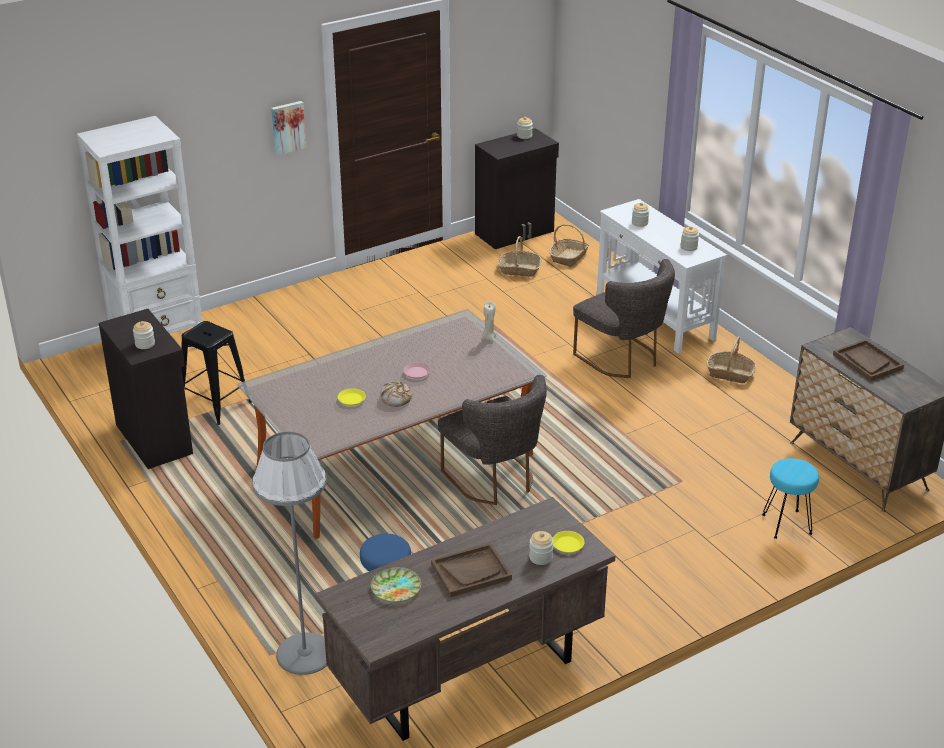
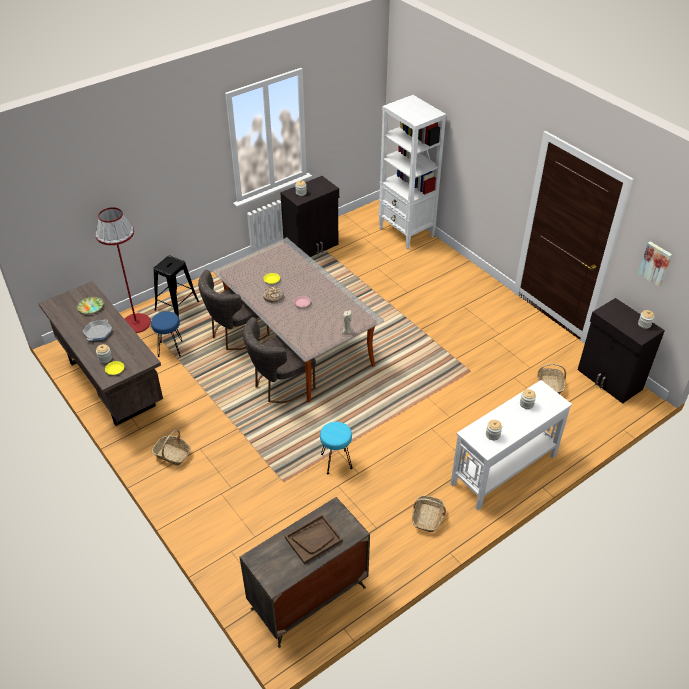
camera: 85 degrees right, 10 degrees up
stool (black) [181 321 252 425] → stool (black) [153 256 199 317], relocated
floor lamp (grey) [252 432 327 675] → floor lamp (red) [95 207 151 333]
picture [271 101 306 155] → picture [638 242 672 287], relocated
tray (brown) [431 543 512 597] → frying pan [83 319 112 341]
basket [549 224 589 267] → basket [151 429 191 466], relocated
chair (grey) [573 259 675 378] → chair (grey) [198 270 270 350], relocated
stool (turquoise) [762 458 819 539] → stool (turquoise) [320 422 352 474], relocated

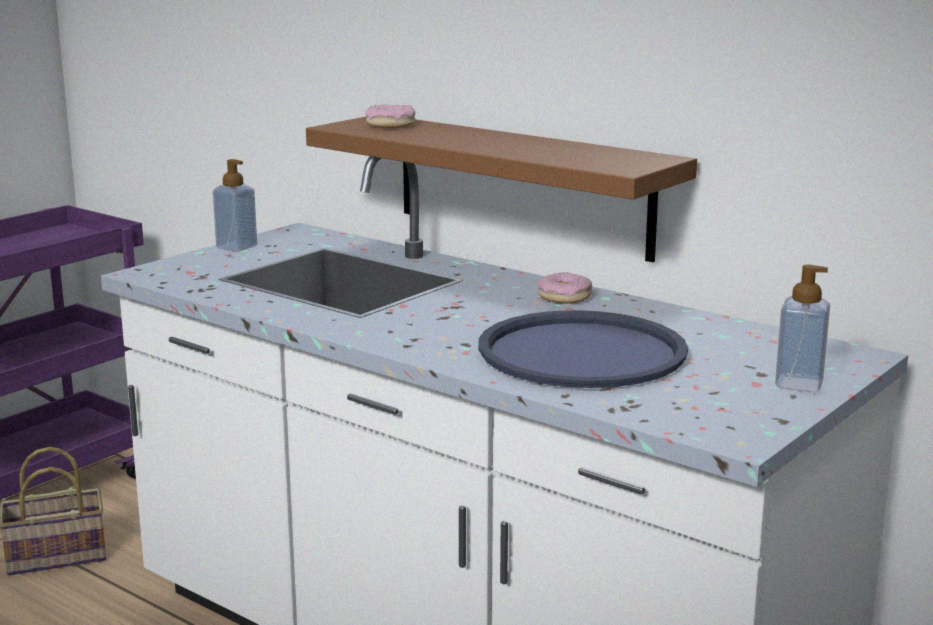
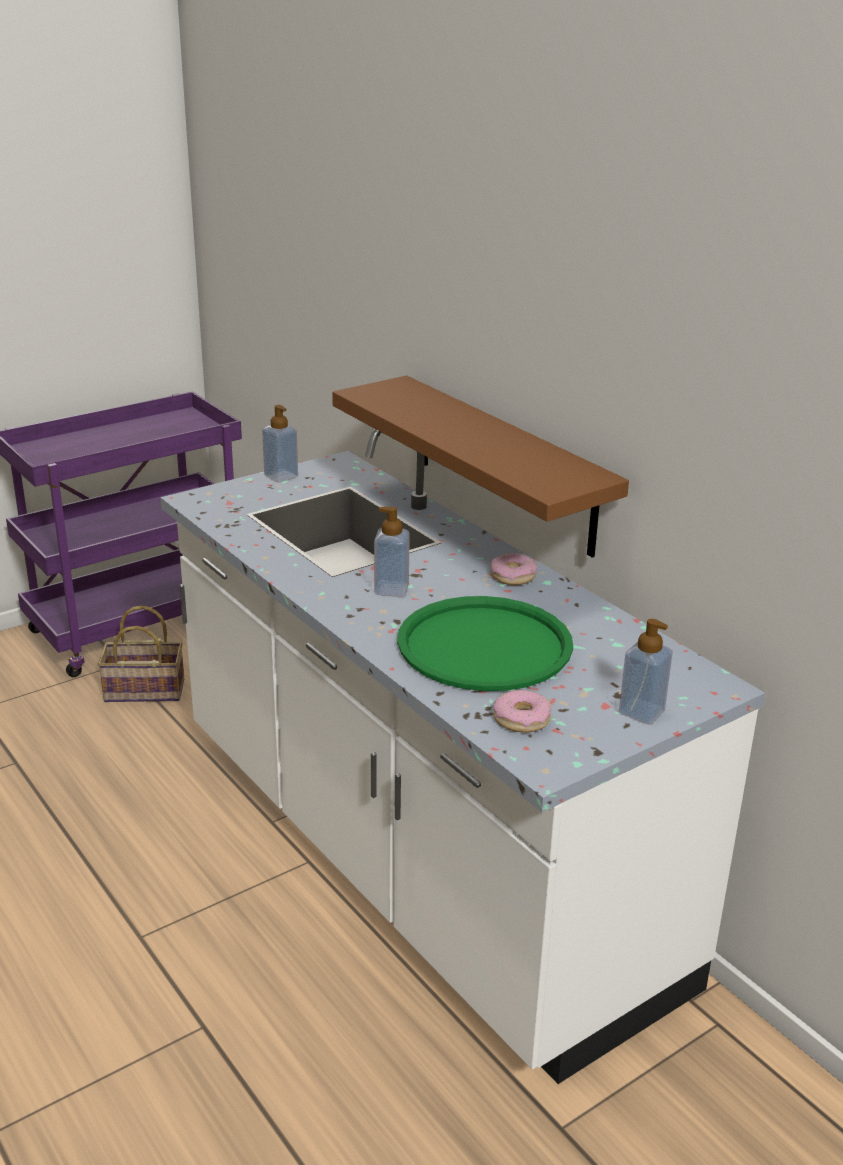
camera: 15 degrees right, 10 degrees up
donut [365 104 416 128] → donut [493 690 551 733], relocated
tray (blue) [479 310 688 388] → tray (green) [397 596 573 691]
- → soap dispenser [374 507 410 597]

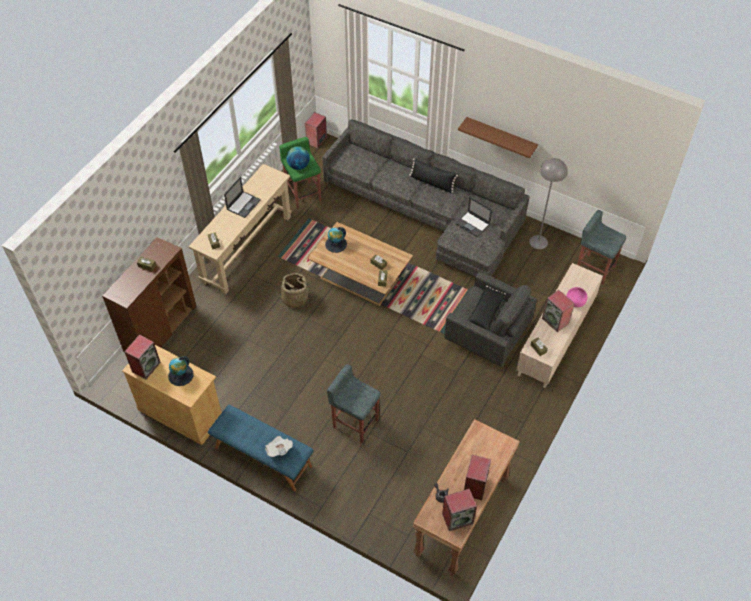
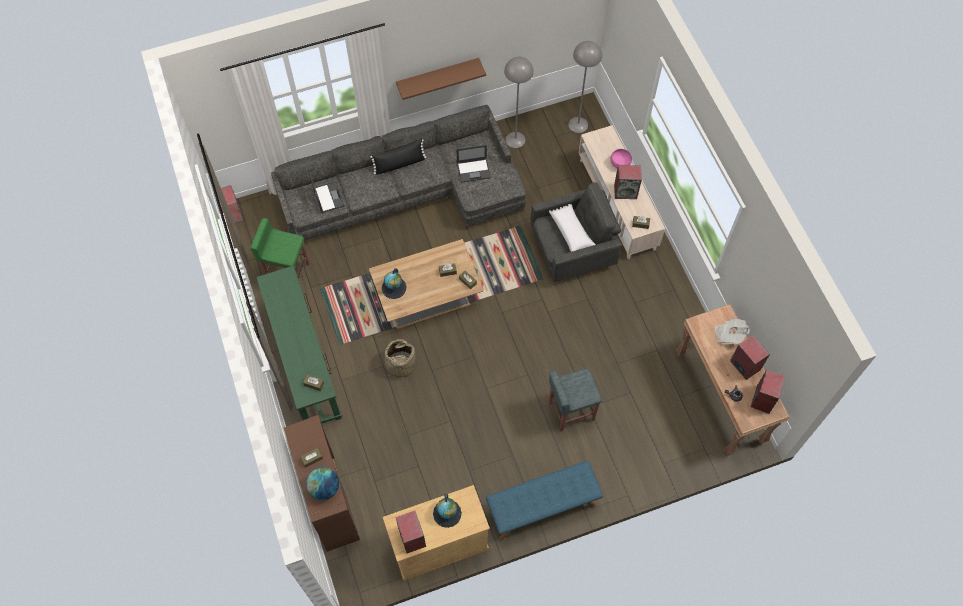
camera: 50 degrees left, 10 degrees up
console table (beige) [189 164 292 295] → console table (green) [256 266 342 424]
laptop [224 176 261 218] → laptop [310 175 345 213], relocated
newspaper [265 436 293 457] → newspaper [715 318 749 345], relocated
globe [286 146 310 170] → globe [306 467 339 500], relocated
pillow (black) [468 286 507 331] → pillow (white) [549 204 596 252]
stool (grey) [577 210 626 285] → floor lamp (grey) [568 41 602 133]

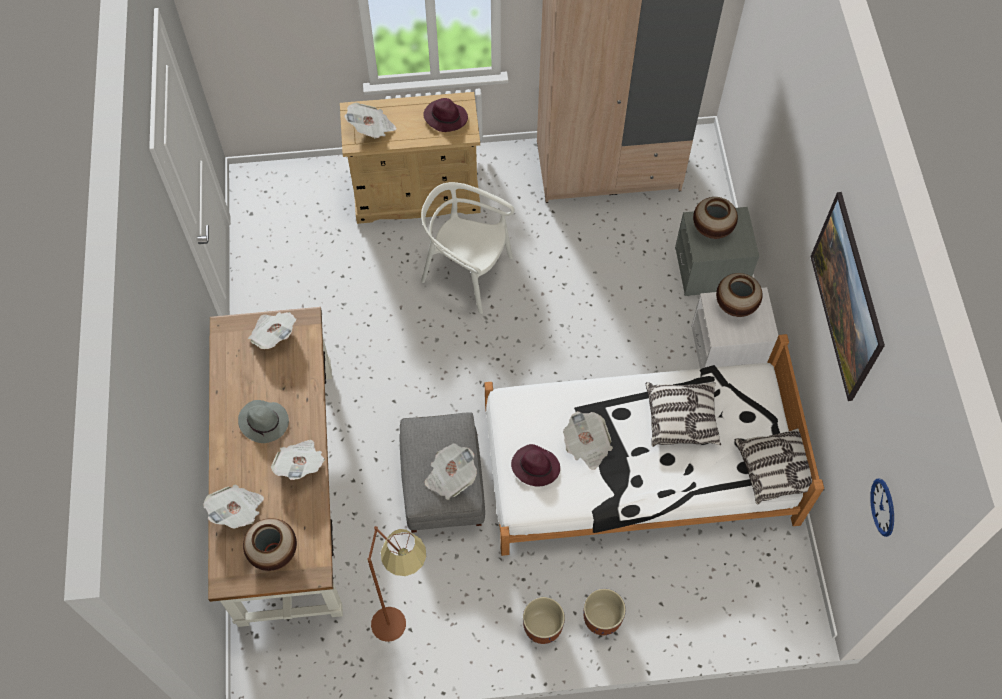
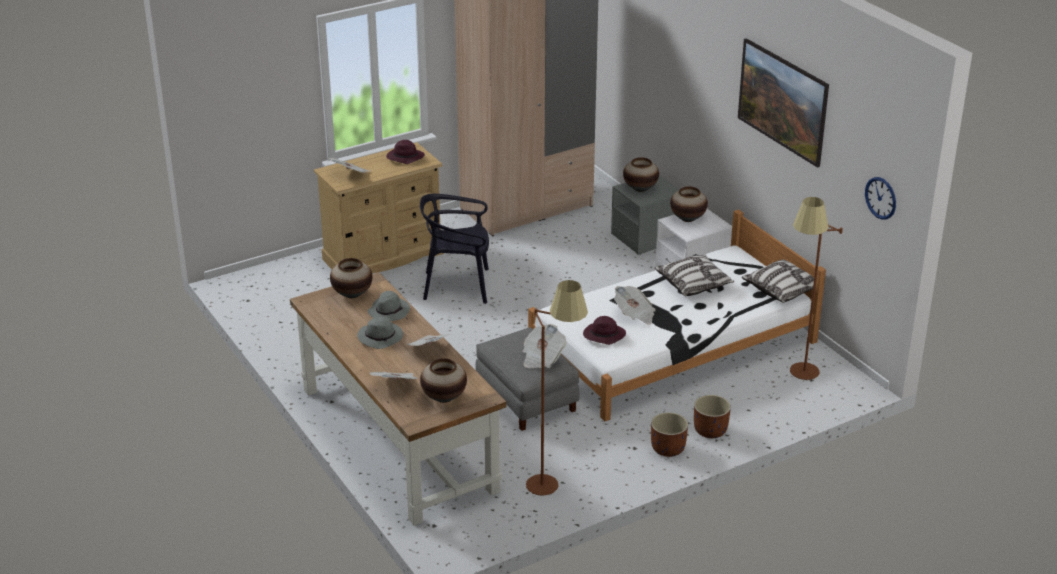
camera: 25 degrees left, 30 degrees down
newspaper [248 312 296 349] → vase [330 258 372 298]
chair (white) [421 182 515 314] → chair (black) [420 194 489 304]
- → hat (grey) [368 291 410 321]
- → floor lamp (brown) [790 197 843 380]

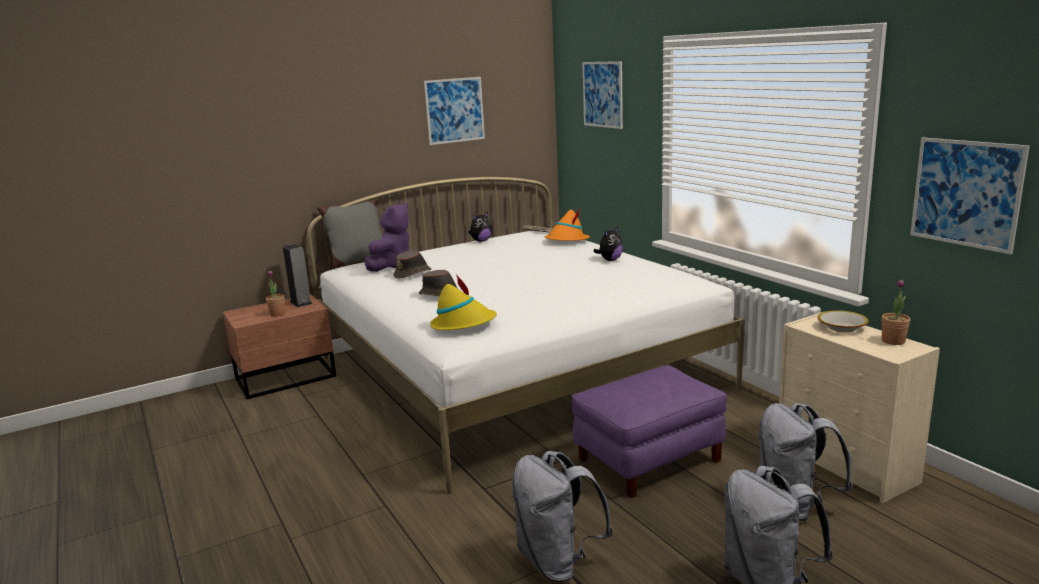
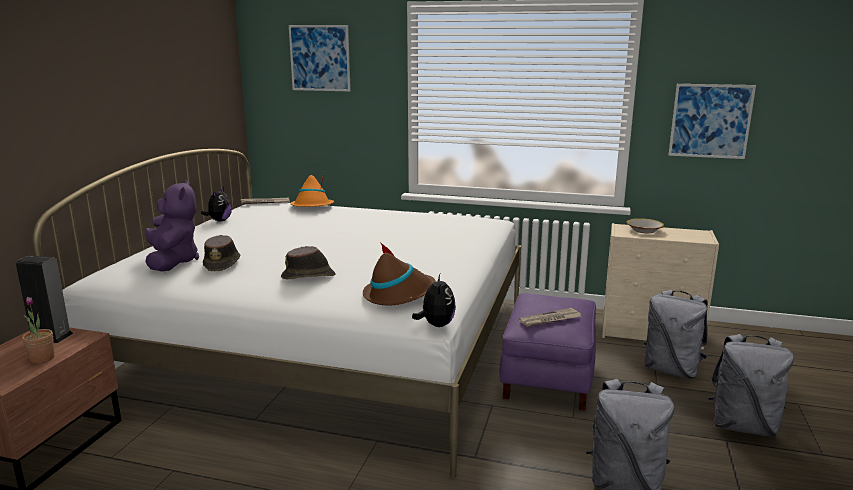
camera: 45 degrees left, 0 degrees up
pillow (grey) [317 199 382 268] → -
picture [424 77 485 145] → -
hat (yellow) [430 274 497 330] → hat (brown) [363 242 436 306]
plush toy [593 226 623 261] → plush toy [412 274 456 327], relocated
potted plant [881 279 910 345] → -
- → newspaper [519 308 582 327]

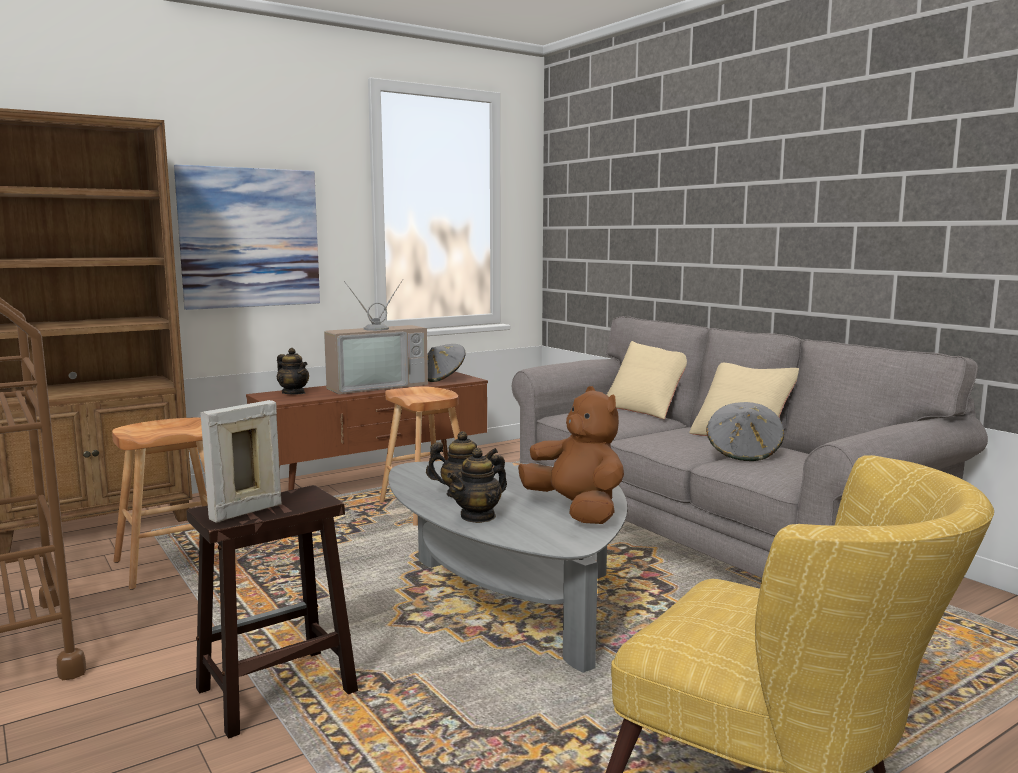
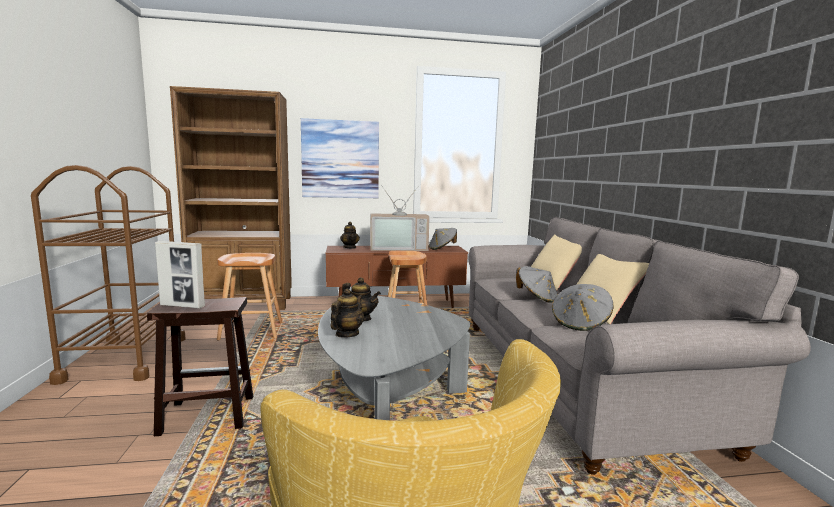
camera: 25 degrees right, 0 degrees up
picture frame [201 400 282 523] → picture frame [155 241 205 308], 150 degrees counterclockwise
teapot [447 448 507 523] → teapot [330 288 364 338], 135 degrees clockwise
plush toy (brown) [518 386 624 524] → -
- → hat (grey) [516 266 558 303]

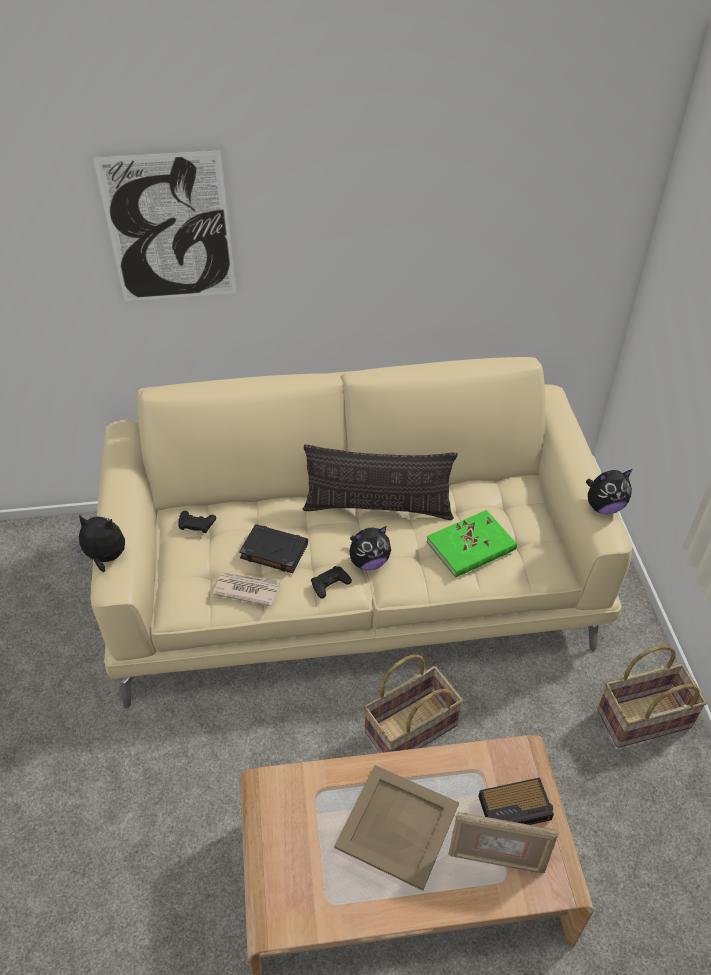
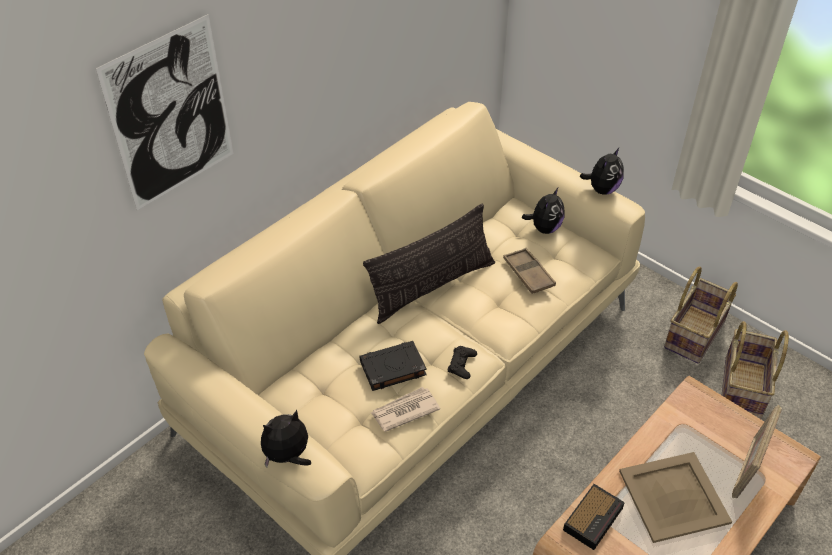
camera: 40 degrees left, 0 degrees up
game controller (black) [179 511 216 533] → -
plush toy [350 526 391 570] → plush toy [522 188 565 234], relocated
basket [364 655 463 753] → basket [722 321 789 419], relocated
book (green) [426 510 517 578] → tray (brown) [503 248 556 294]
picture frame [448 812 558 873] → picture frame [732 405 782 498], 150 degrees clockwise
alarm clock [478 777 554 825] → alarm clock [563 484 625 550], relocated

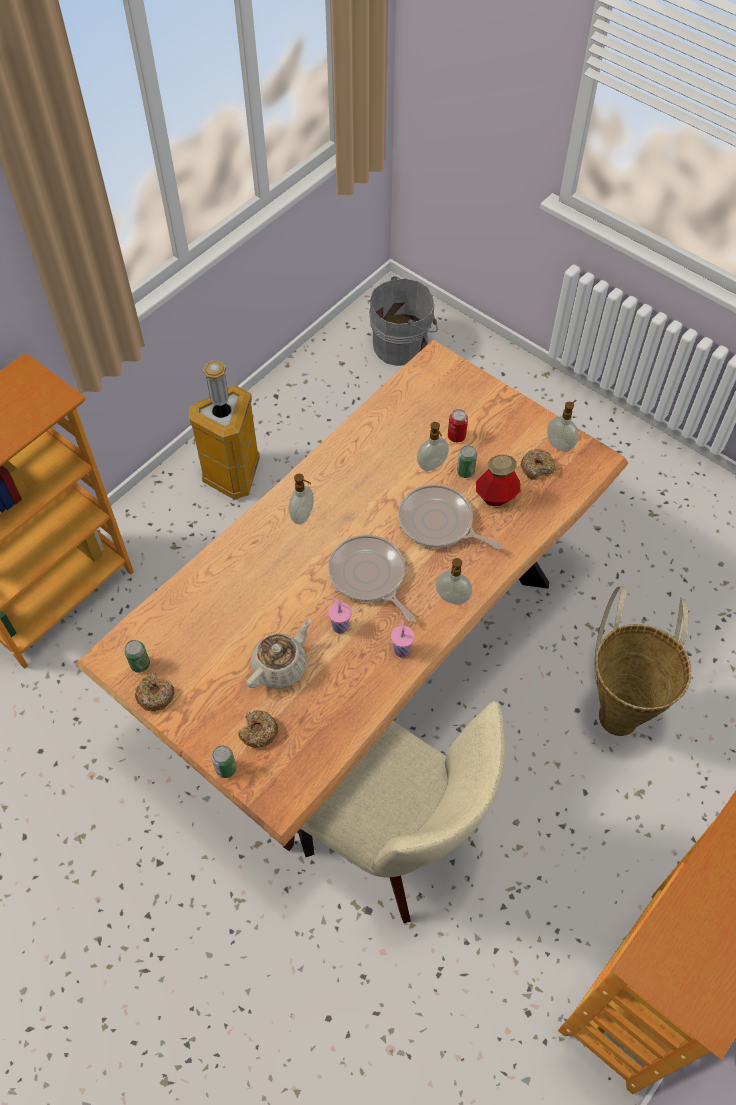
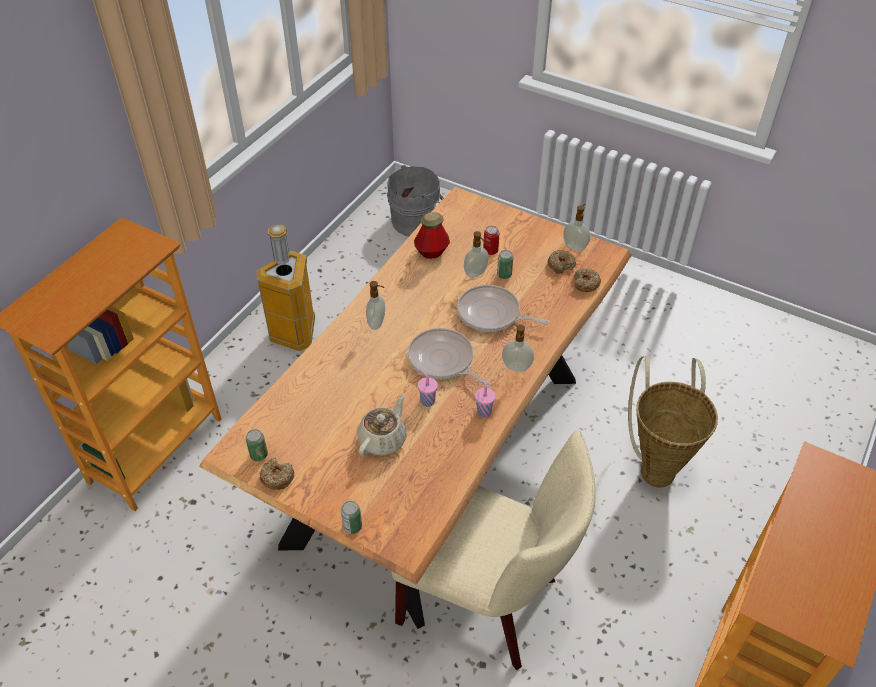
camera: 10 degrees left, 10 degrees down
donut [238 711 278 748] → donut [574 269 601 292], relocated
bottle [476 455 520 506] → bottle [414 212 450 259], relocated

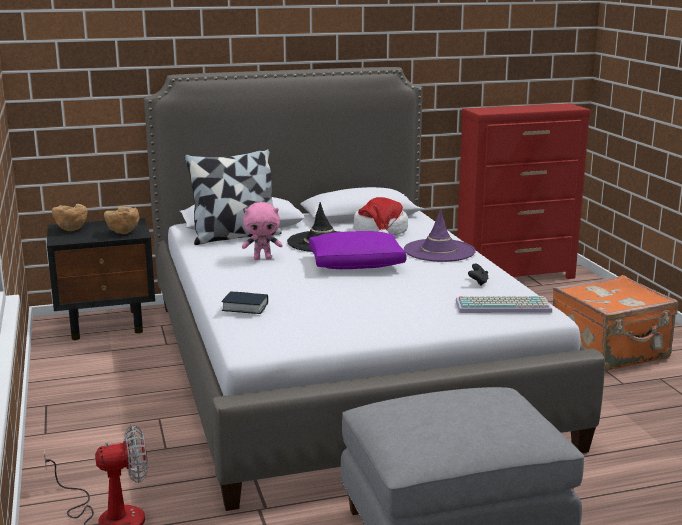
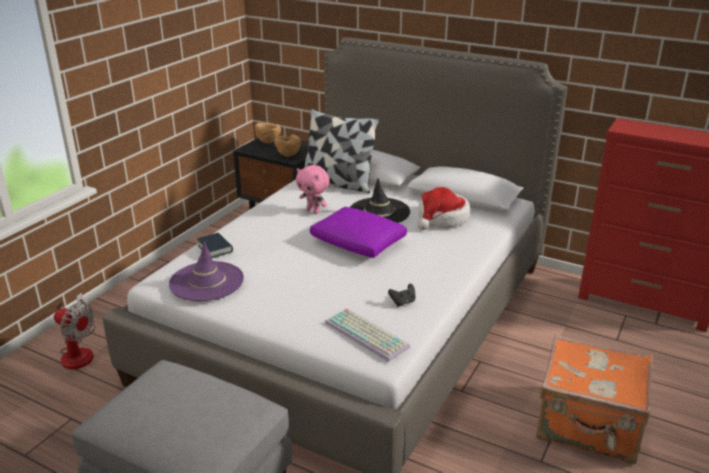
camera: 45 degrees right, 10 degrees up
hat (purple) [404 208 476 262] → hat (purple) [169 242 244 301], relocated

